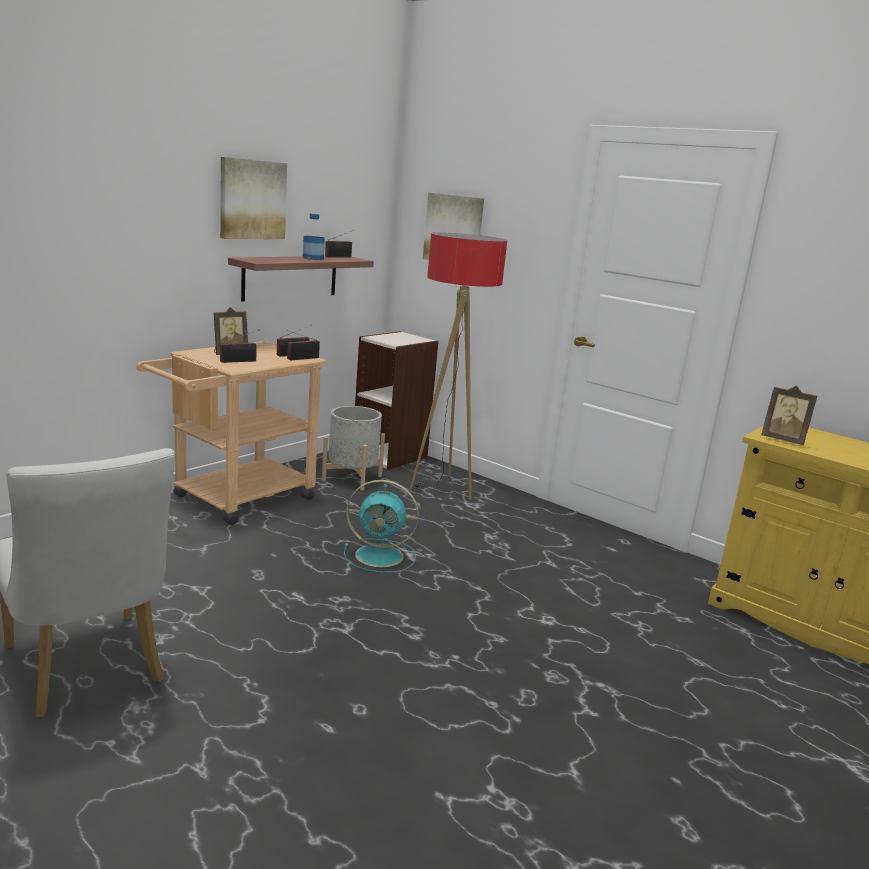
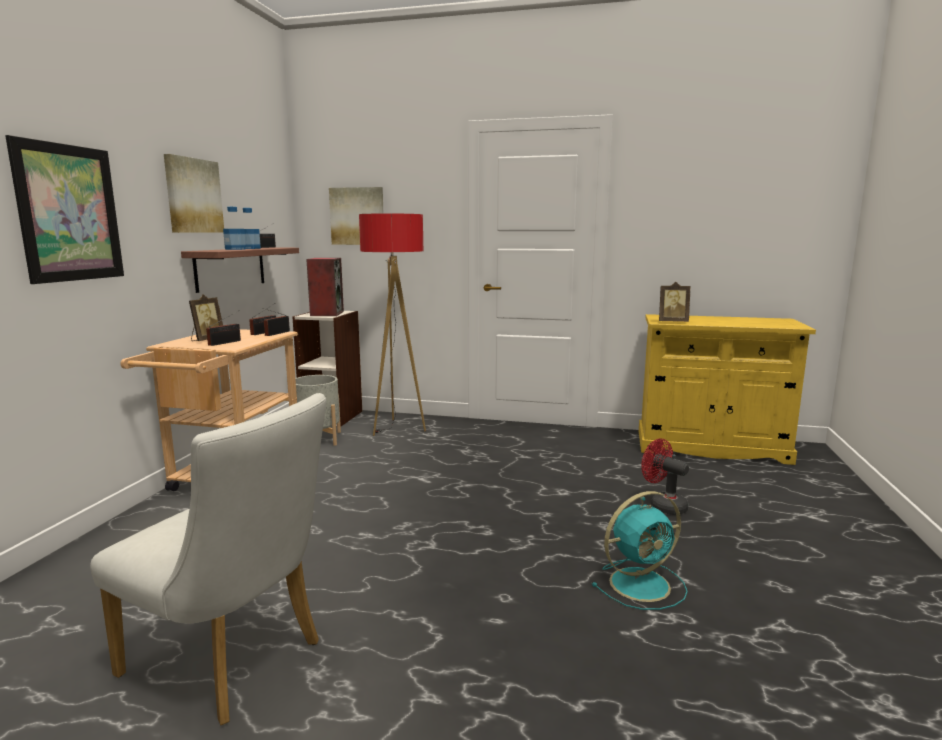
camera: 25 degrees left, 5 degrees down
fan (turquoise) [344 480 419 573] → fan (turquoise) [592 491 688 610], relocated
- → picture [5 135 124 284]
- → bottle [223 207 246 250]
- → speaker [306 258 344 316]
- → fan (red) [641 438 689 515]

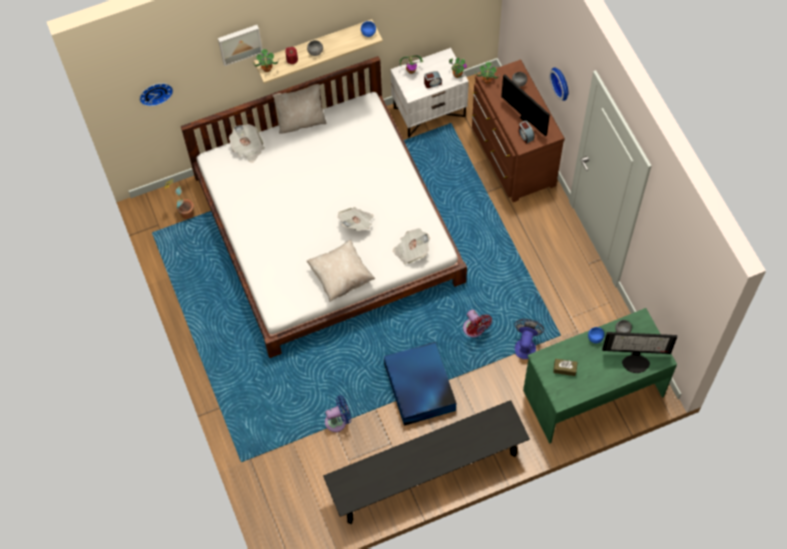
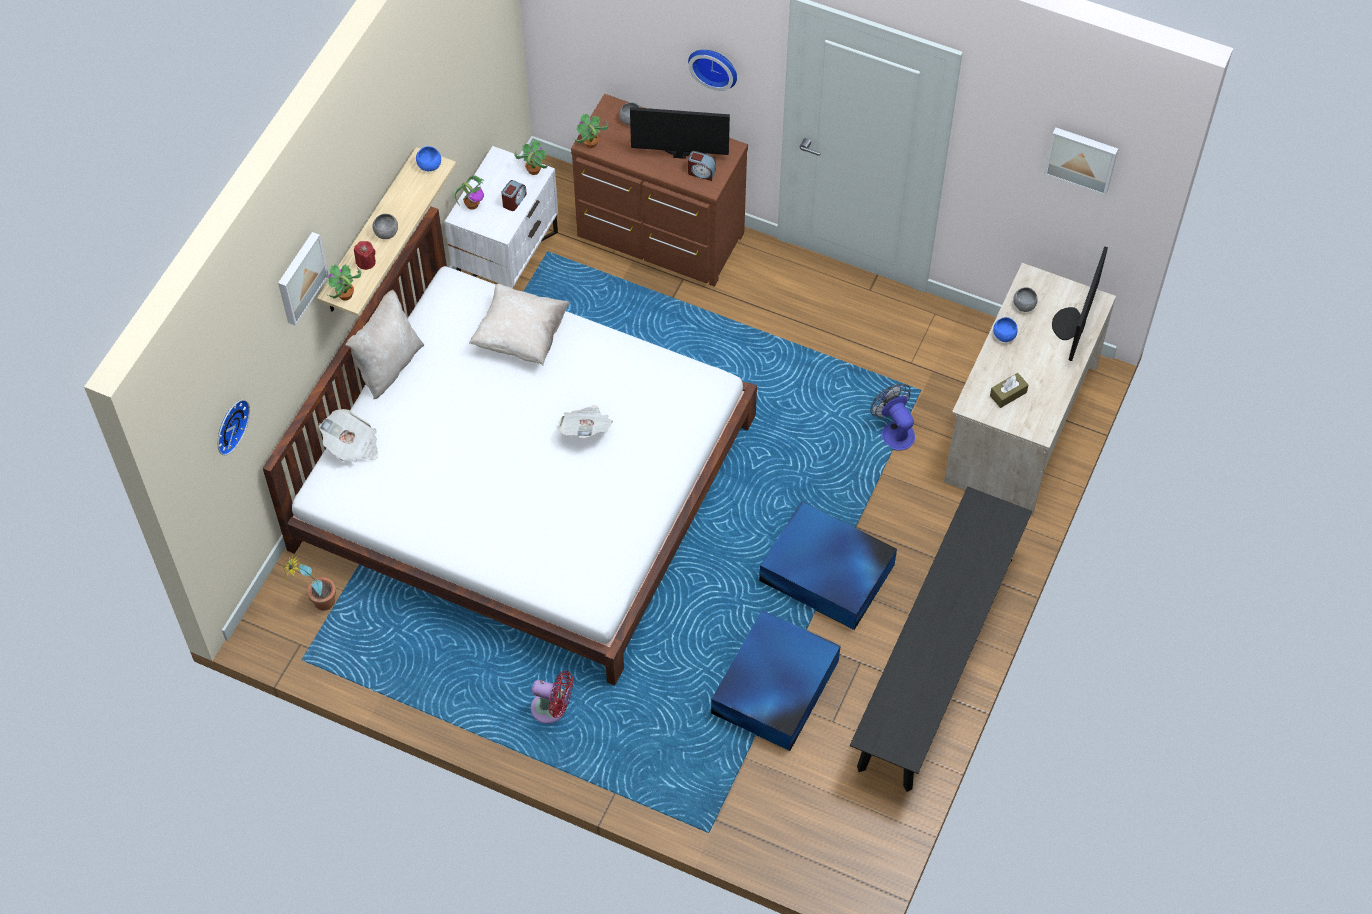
camera: 45 degrees left, 5 degrees down
pillow (beige) [307 240 375 302] → pillow (beige) [469 283 570 366], relocated
fan (blue) [325 396 351 432] → storage box (blue) [711 610 841 751]
newspaper [393 228 430 265] → -
fan (red) [463 309 492 338] → fan (red) [531 671 573 724], relocated
desk (green) [523 308 677 444] → desk (beige) [944 263 1116 516]
monitor [602 332 677 373] → monitor [1052 247 1108 361], 150 degrees clockwise
- → picture [1044 127 1118 196]

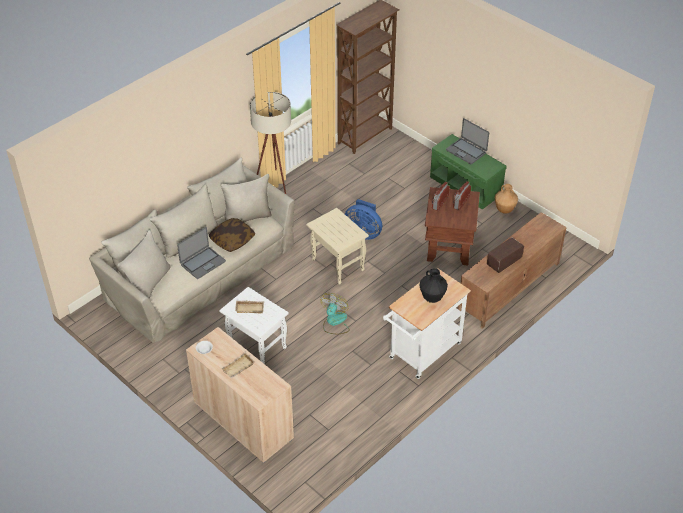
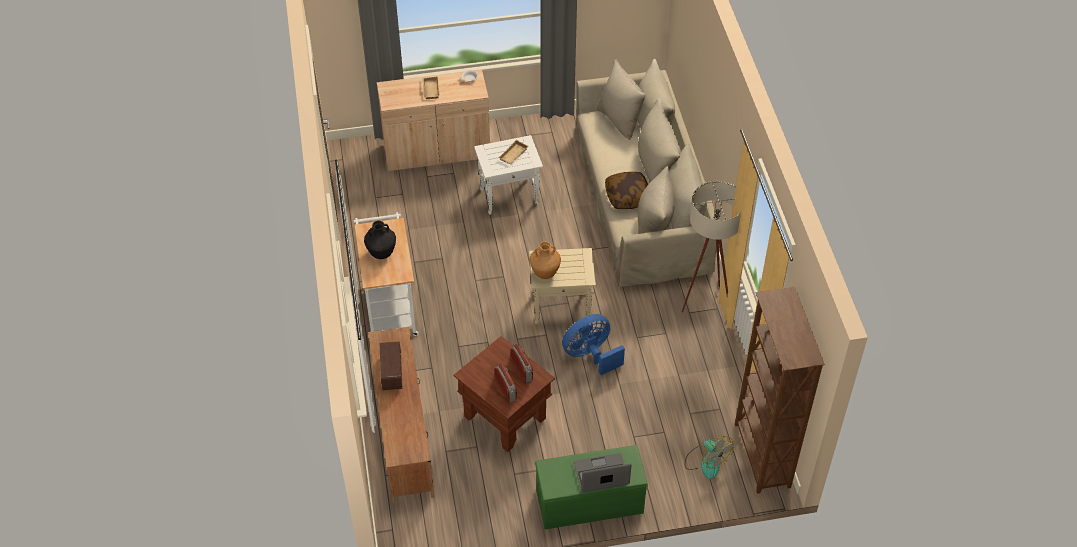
camera: 125 degrees right, 5 degrees up
laptop [177 227 226 279] → -
fan [320 293 350 334] → fan [685 436 734 479], relocated
vase (brown) [495 184 518 214] → vase (brown) [529 241 561 279], relocated

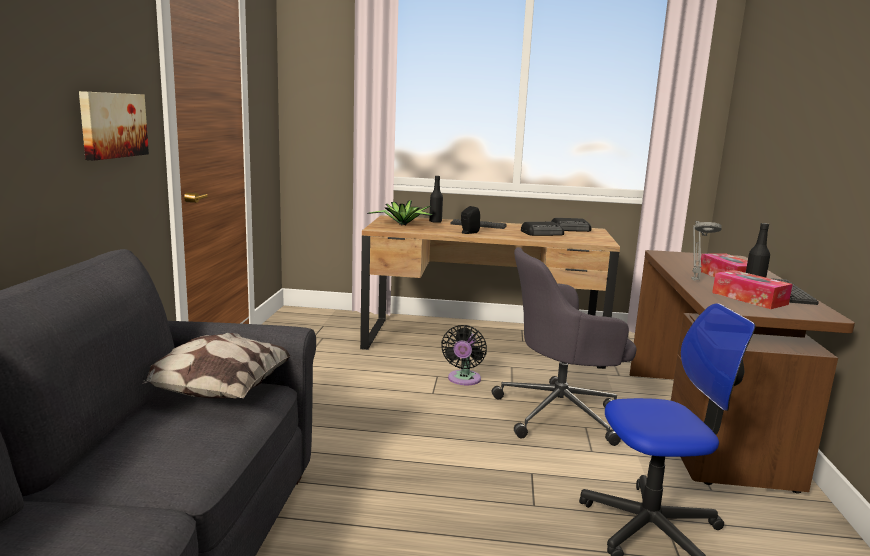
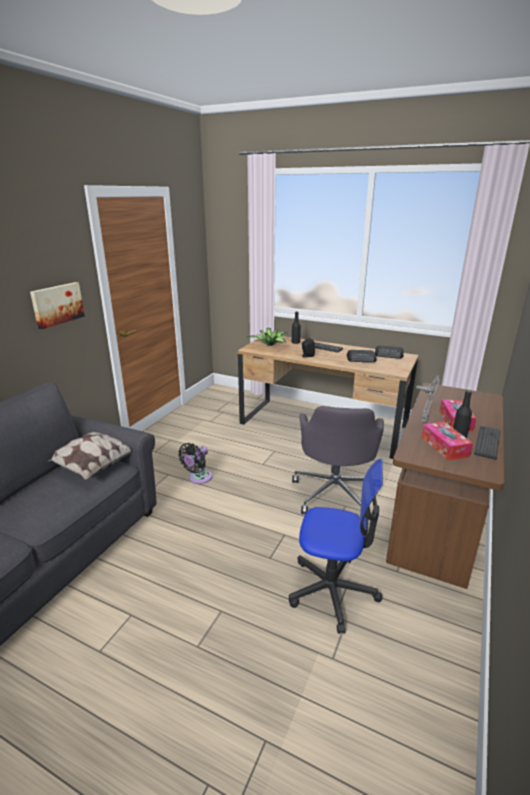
camera: 20 degrees right, 10 degrees up
fan (black) [441 325 487 385] → fan (black) [178 443 213 484], relocated
office chair (grey) [492 247 637 446] → office chair (grey) [292 406 384 514], 90 degrees counterclockwise

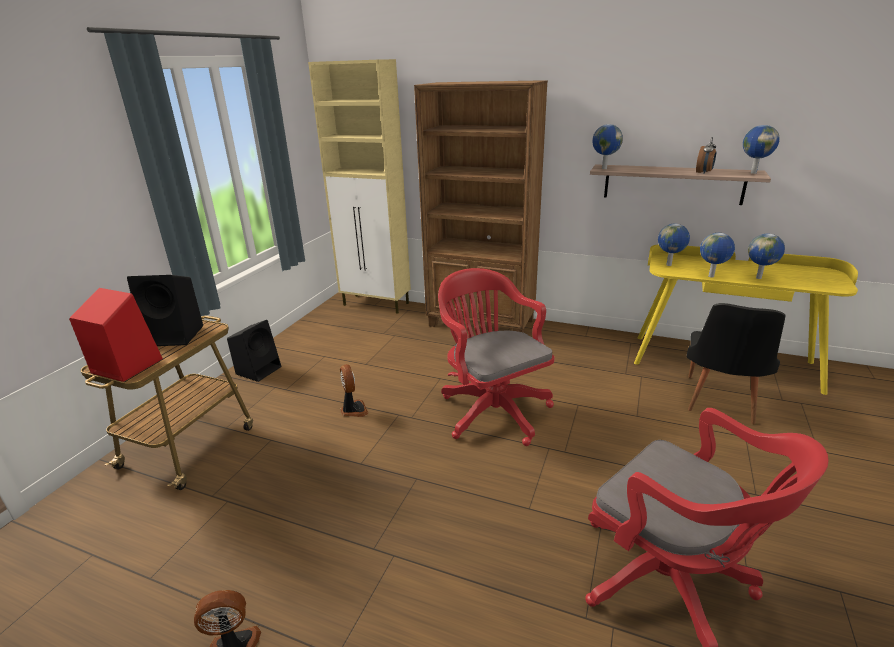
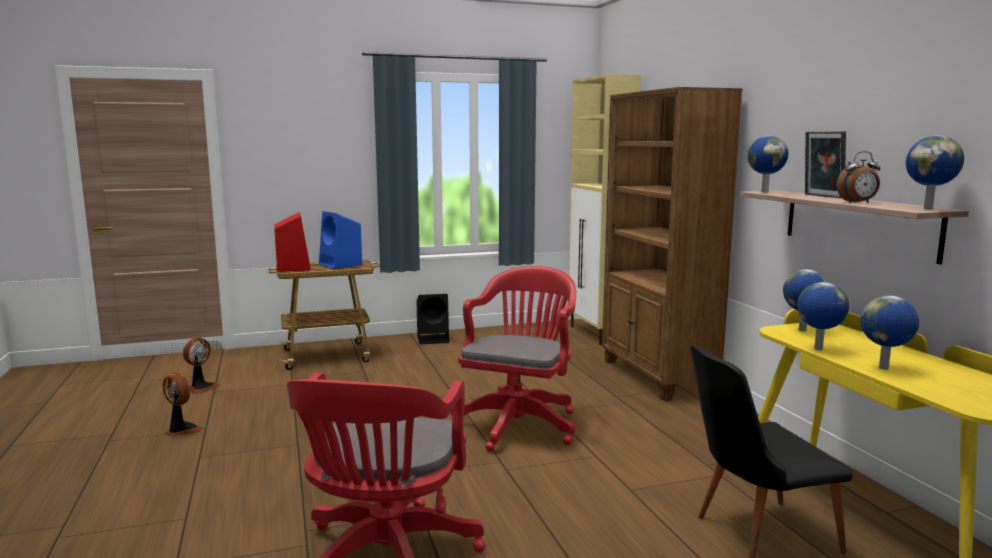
camera: 50 degrees right, 15 degrees down
speaker (black) [127 275 203 346] → speaker (blue) [319 211 362 269]
fan [340 364 369 417] → fan [183 337 220 394], relocated
- → picture frame [805 131 846 198]

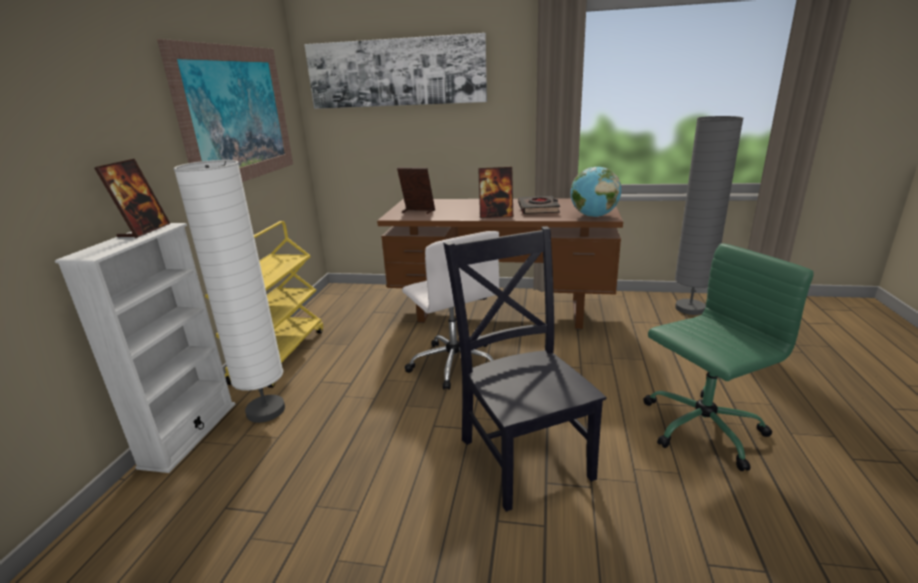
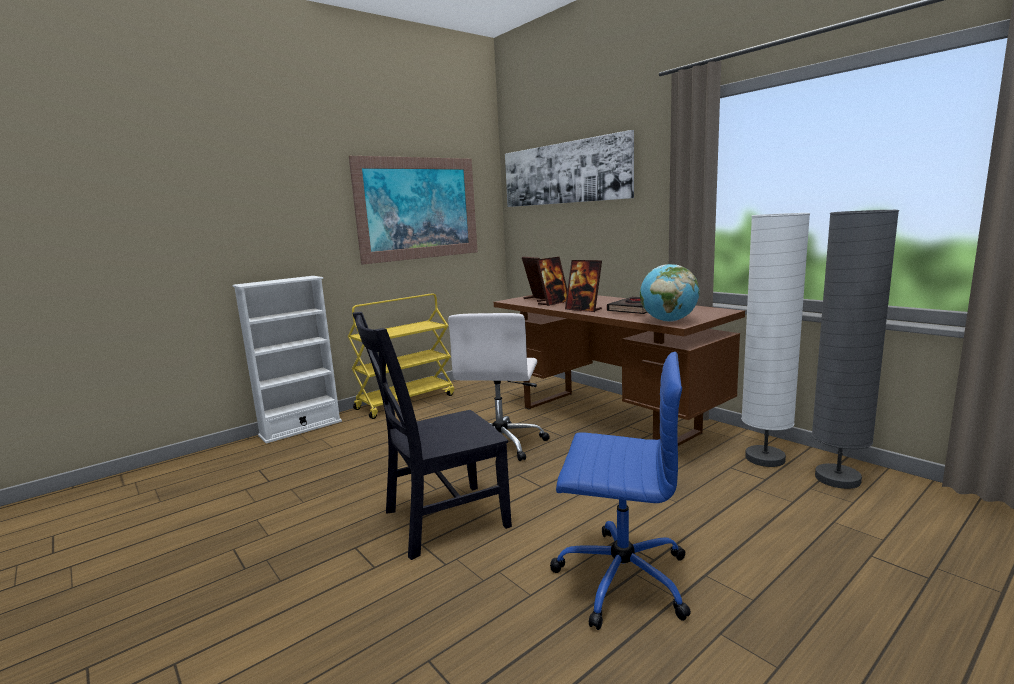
camera: 40 degrees right, 10 degrees down
picture frame [94 159 170 238] → picture frame [536 256 567 306], relocated
floor lamp (white) [174 160 285 423] → floor lamp (white) [741 213 810 467], relocated
chair (black) [443 226 606 512] → chair (black) [352 312 512 560], 135 degrees counterclockwise
office chair (green) [643 243 814 471] → office chair (blue) [550 352 691 630]

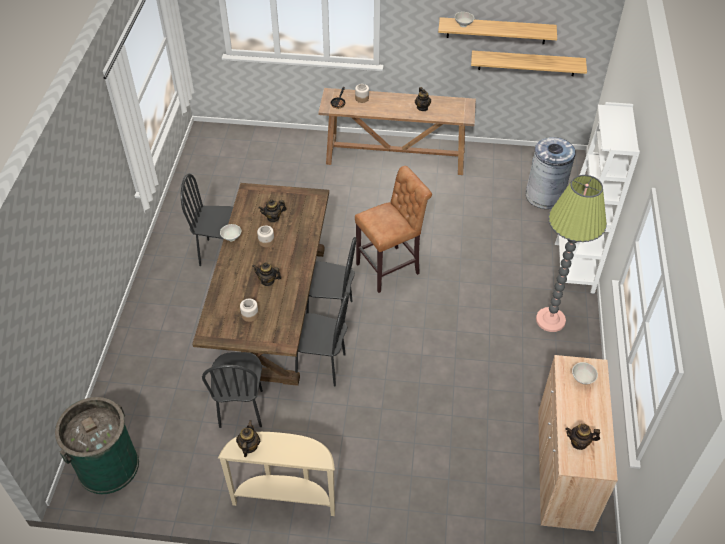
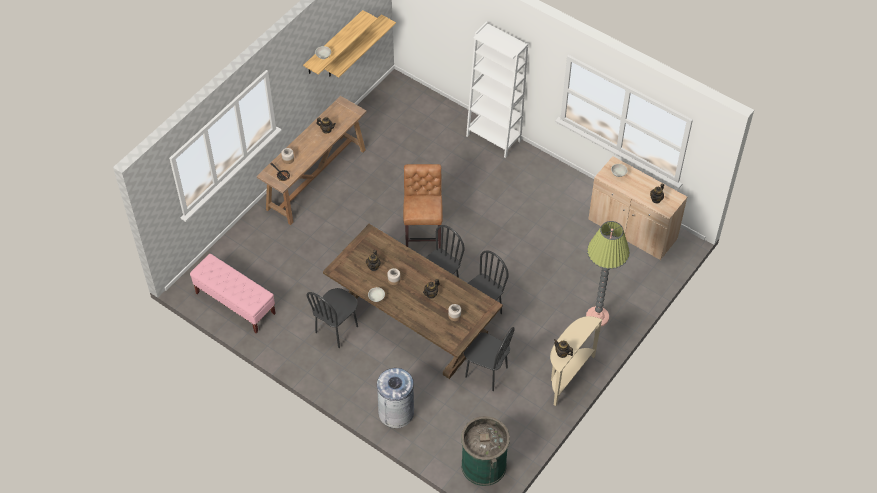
camera: 60 degrees left, 5 degrees up
trash can (grey) [526 137 576 209] → trash can (grey) [377 368 414 428], relocated
floor lamp [536 175 607 332] → floor lamp [586 221 630 326], relocated
- → bench (pink) [190 254 276 334]

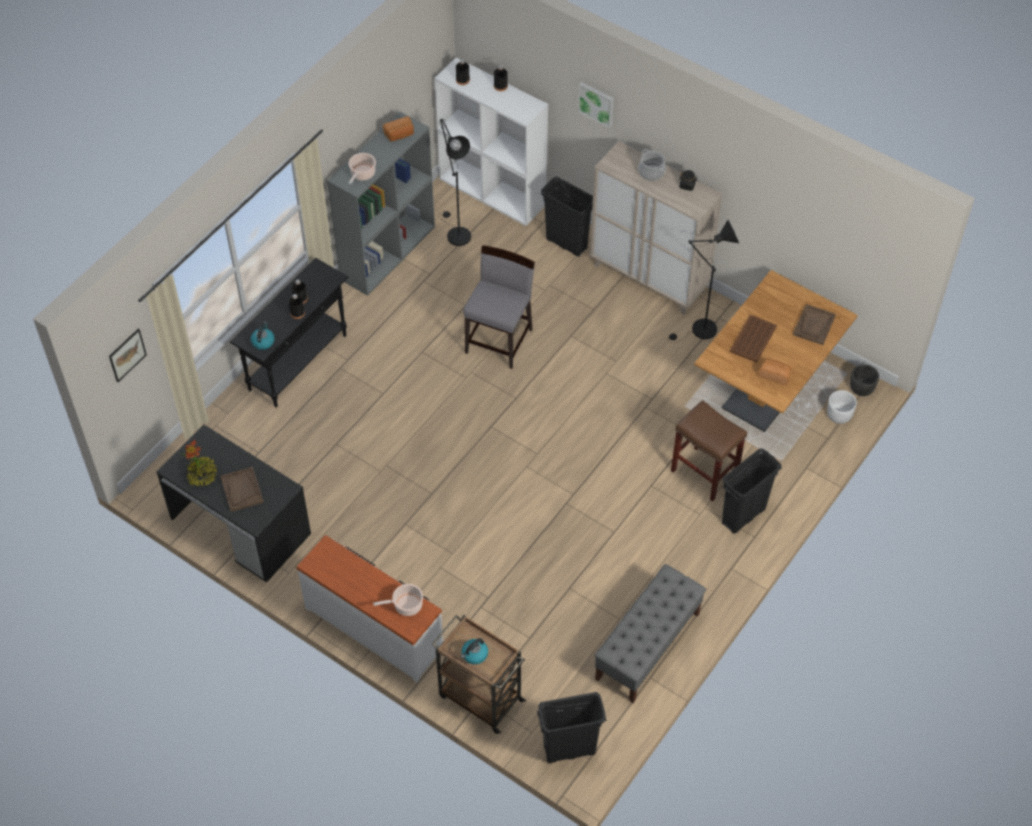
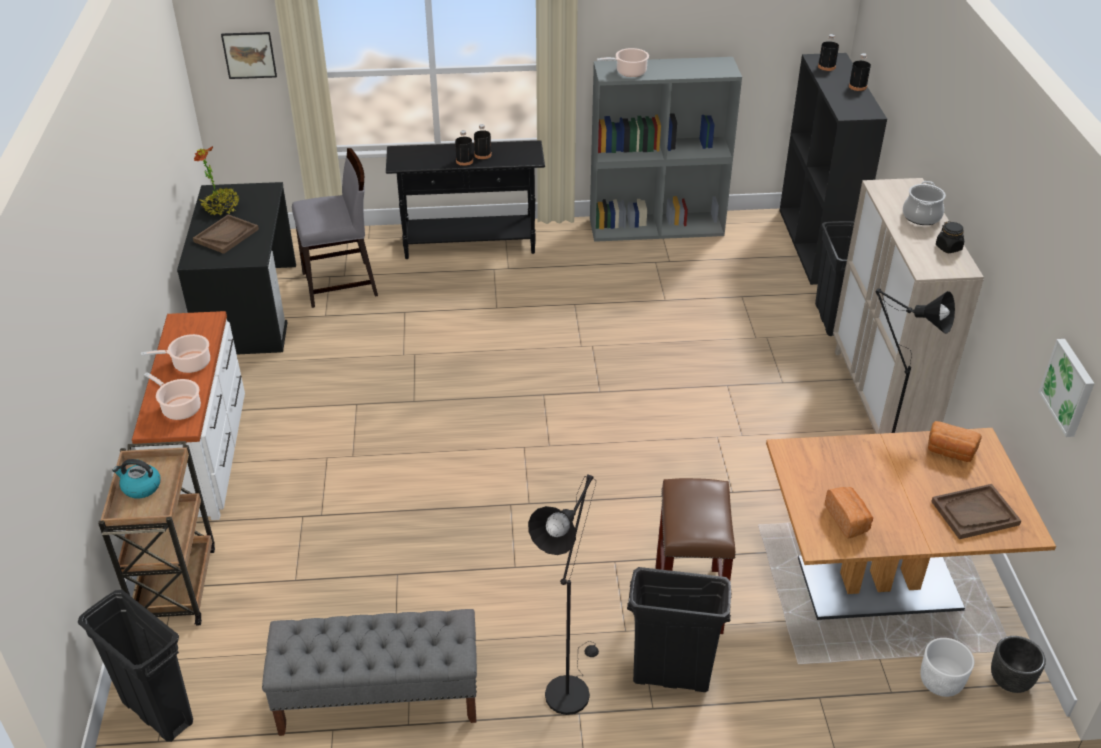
camera: 50 degrees right, 15 degrees down
kettle [251 322 275 350] → -
bread [383 116 414 141] → bread [928 421 982 462], relocated
bookcase (white) [434 57 548 226] → bookcase (black) [780 53 887 285]
floor lamp (black) [439 119 471 246] → floor lamp (black) [528 475 599 715], relocated
chair (grey) [464 245 535 369] → chair (grey) [292 148 378 308], relocated
picture [578 82 614 128] → picture [1039 339 1095 437], relocated
tray (brown) [730 315 777 363] → -
- → cooking pot [141 334 210 373]

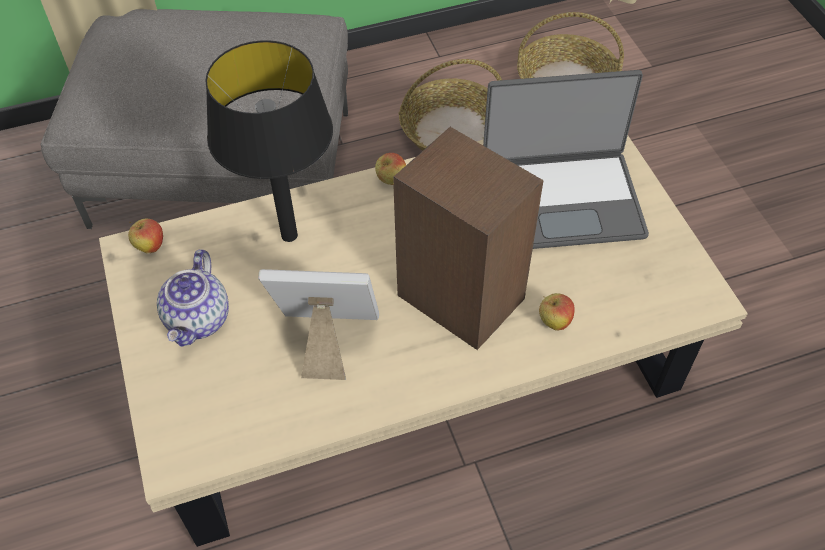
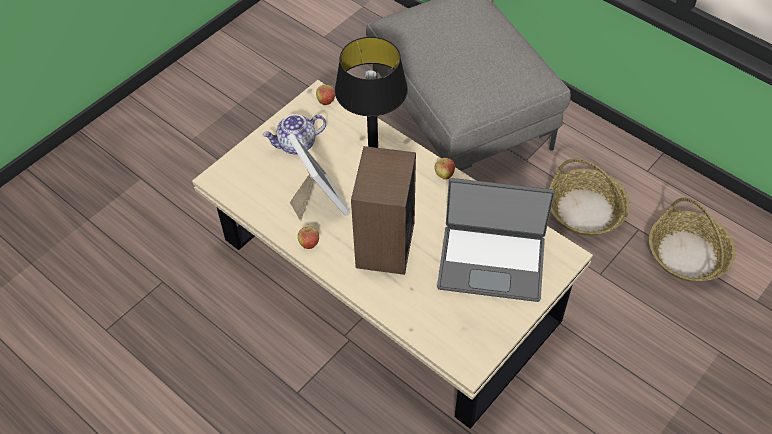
camera: 60 degrees right, 0 degrees up
laptop [483 70 649 249] → laptop [437 178 555 302], 45 degrees counterclockwise
apple [539 293 575 331] → apple [298 226 319 249], relocated

